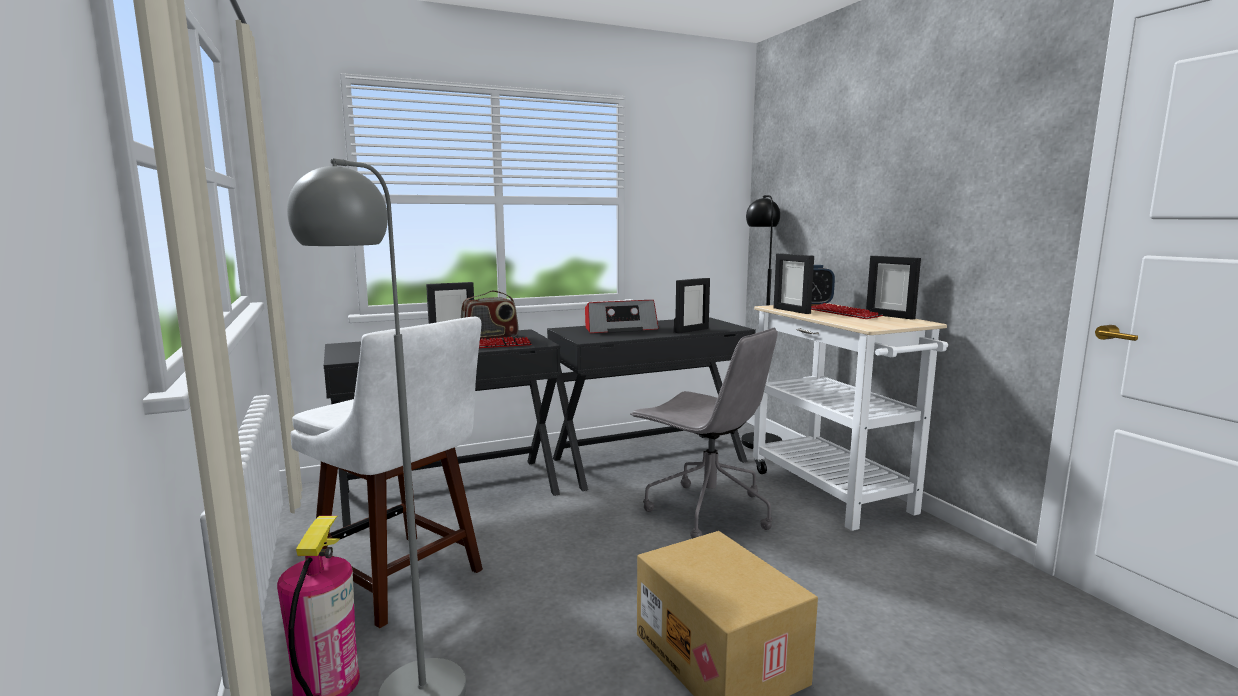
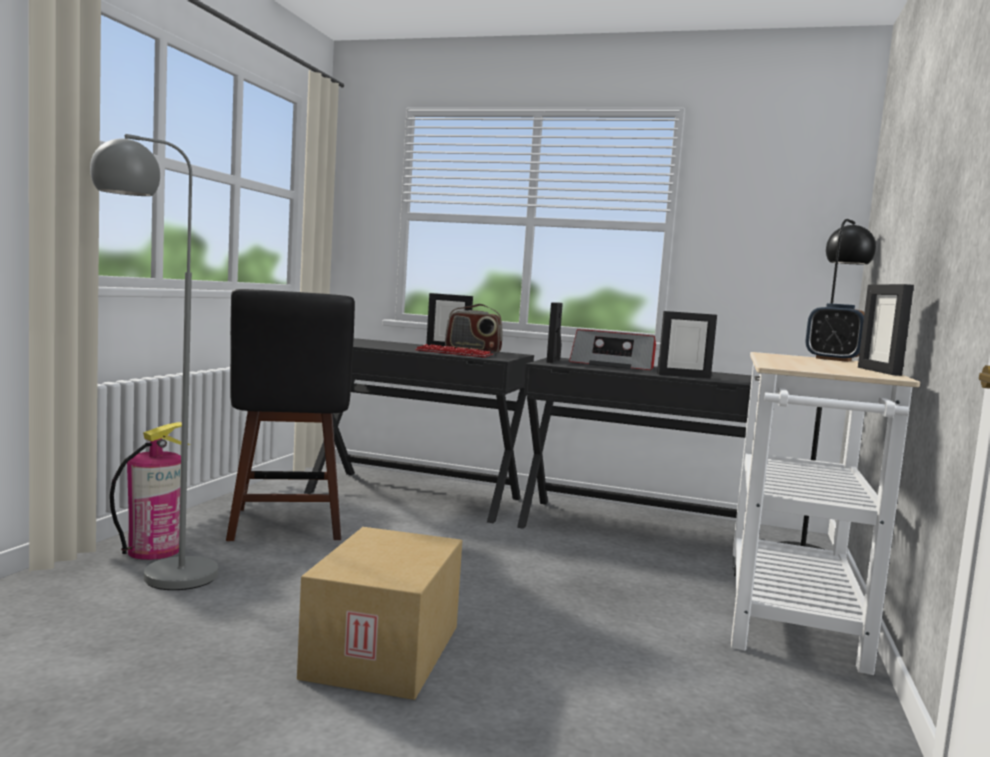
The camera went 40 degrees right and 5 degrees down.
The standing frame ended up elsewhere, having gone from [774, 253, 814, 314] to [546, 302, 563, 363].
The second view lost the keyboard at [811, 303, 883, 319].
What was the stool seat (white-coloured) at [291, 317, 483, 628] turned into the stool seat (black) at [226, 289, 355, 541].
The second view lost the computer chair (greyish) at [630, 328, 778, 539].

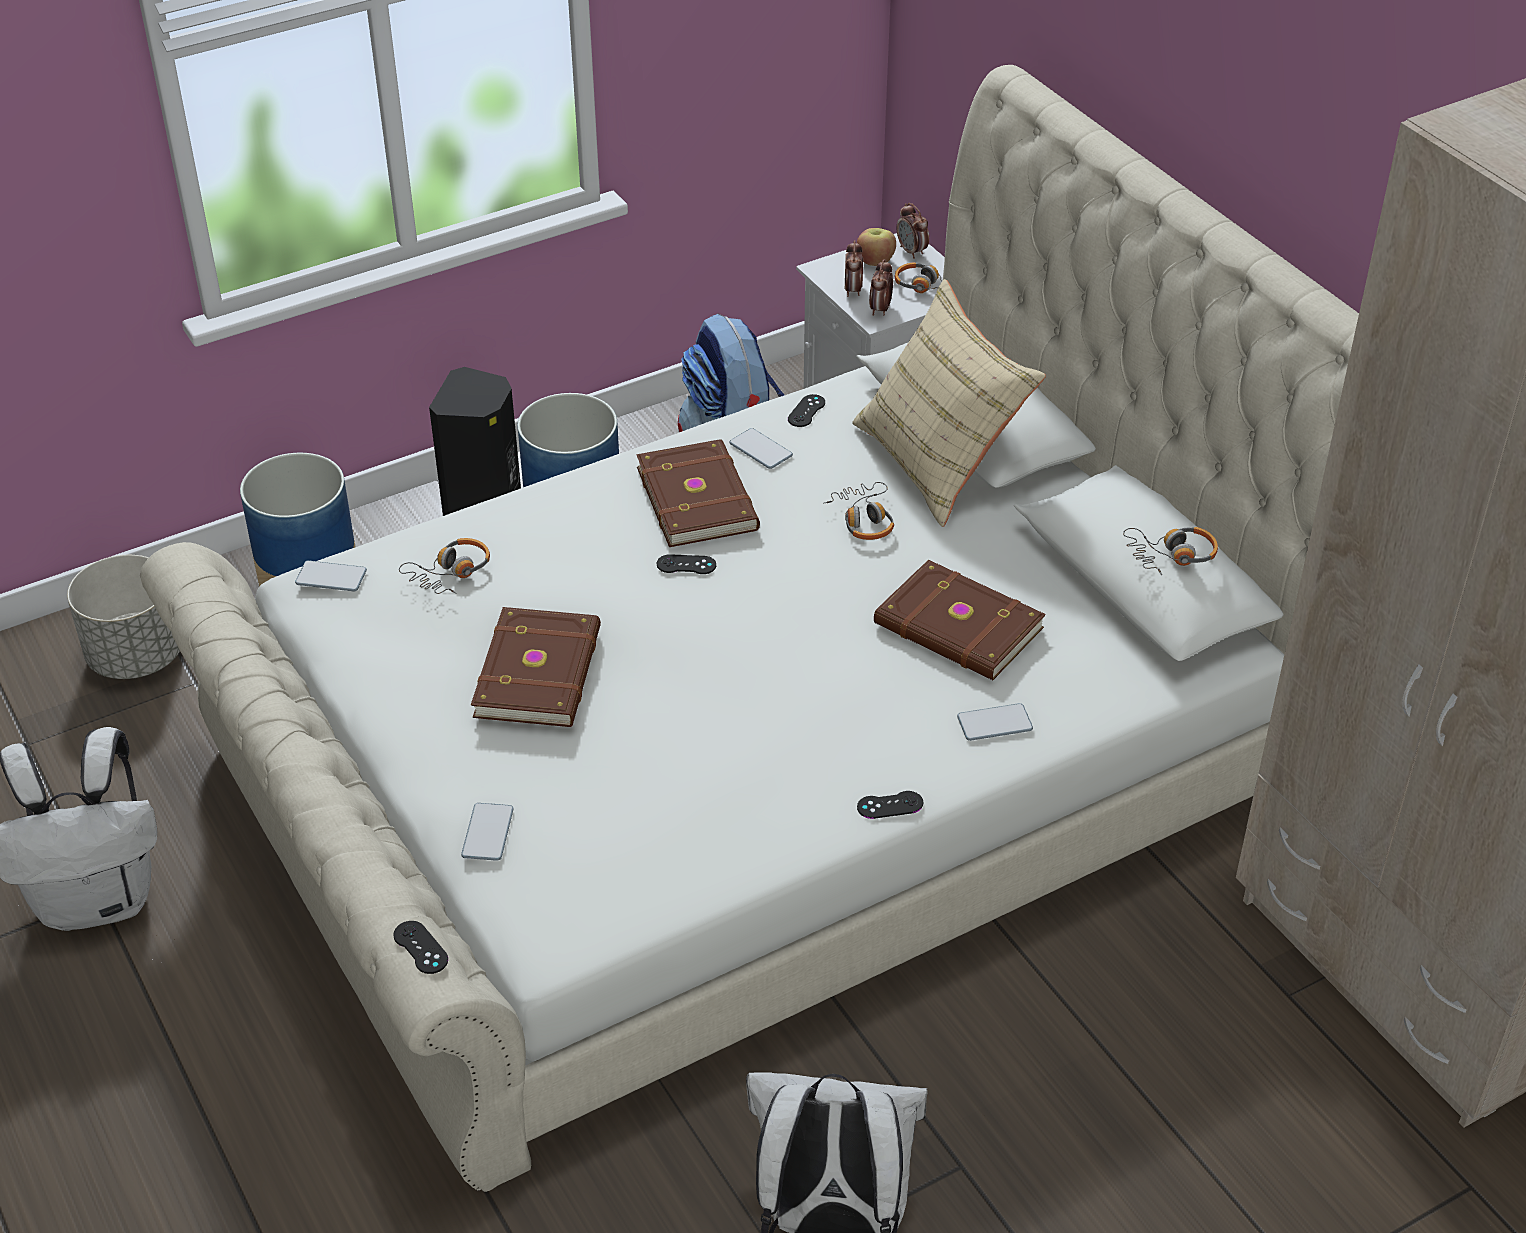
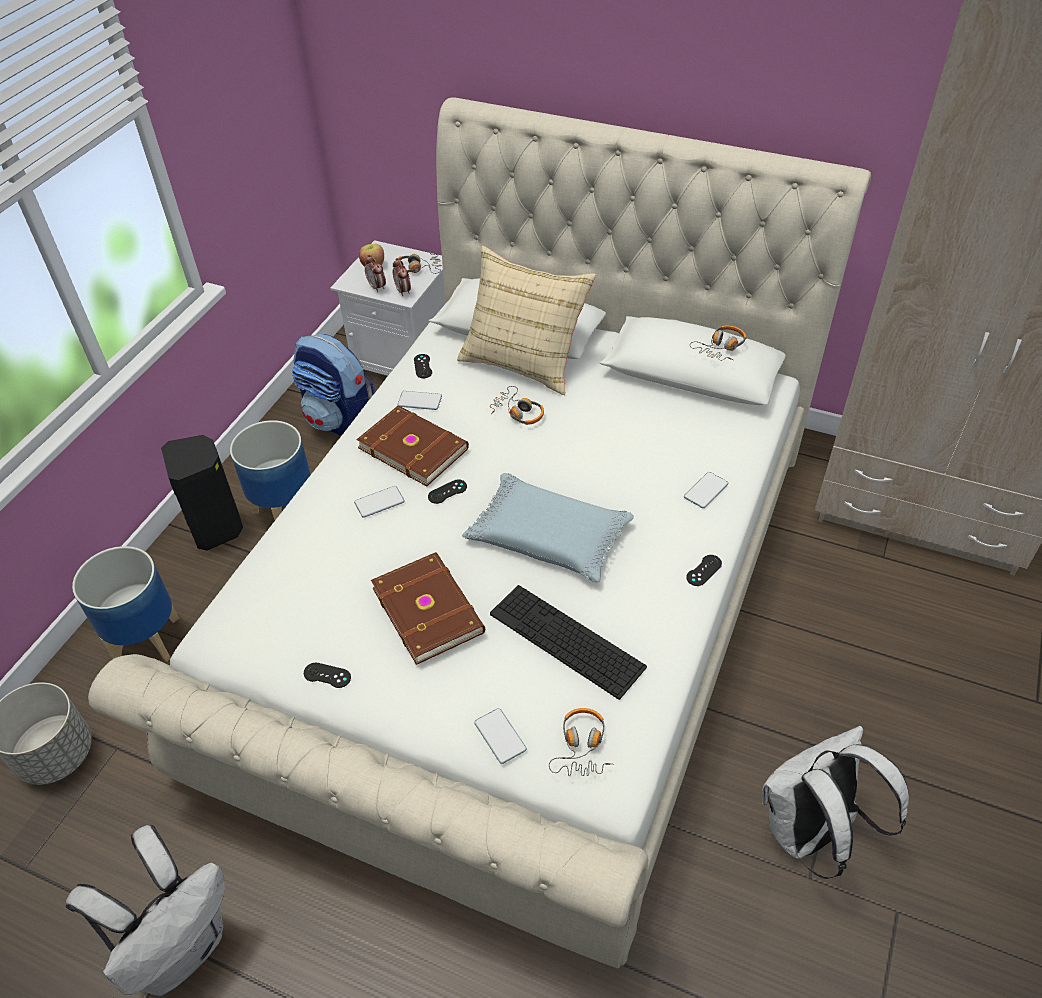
The camera went 35 degrees left and 5 degrees up.
The second view lost the alarm clock at [897, 203, 929, 259].
The headset ended up elsewhere, having gone from [399, 538, 490, 594] to [549, 708, 613, 776].
The phone ended up elsewhere, having gone from [295, 560, 367, 591] to [354, 486, 405, 518].
The second view lost the book (brown-coloured) at [874, 560, 1045, 680].
The game controller (black) ended up elsewhere, having gone from [393, 921, 448, 974] to [304, 662, 351, 688].
The second view gained the cushion (blue-coloured) at [462, 473, 634, 582].
The second view gained the keyboard at [490, 585, 647, 700].

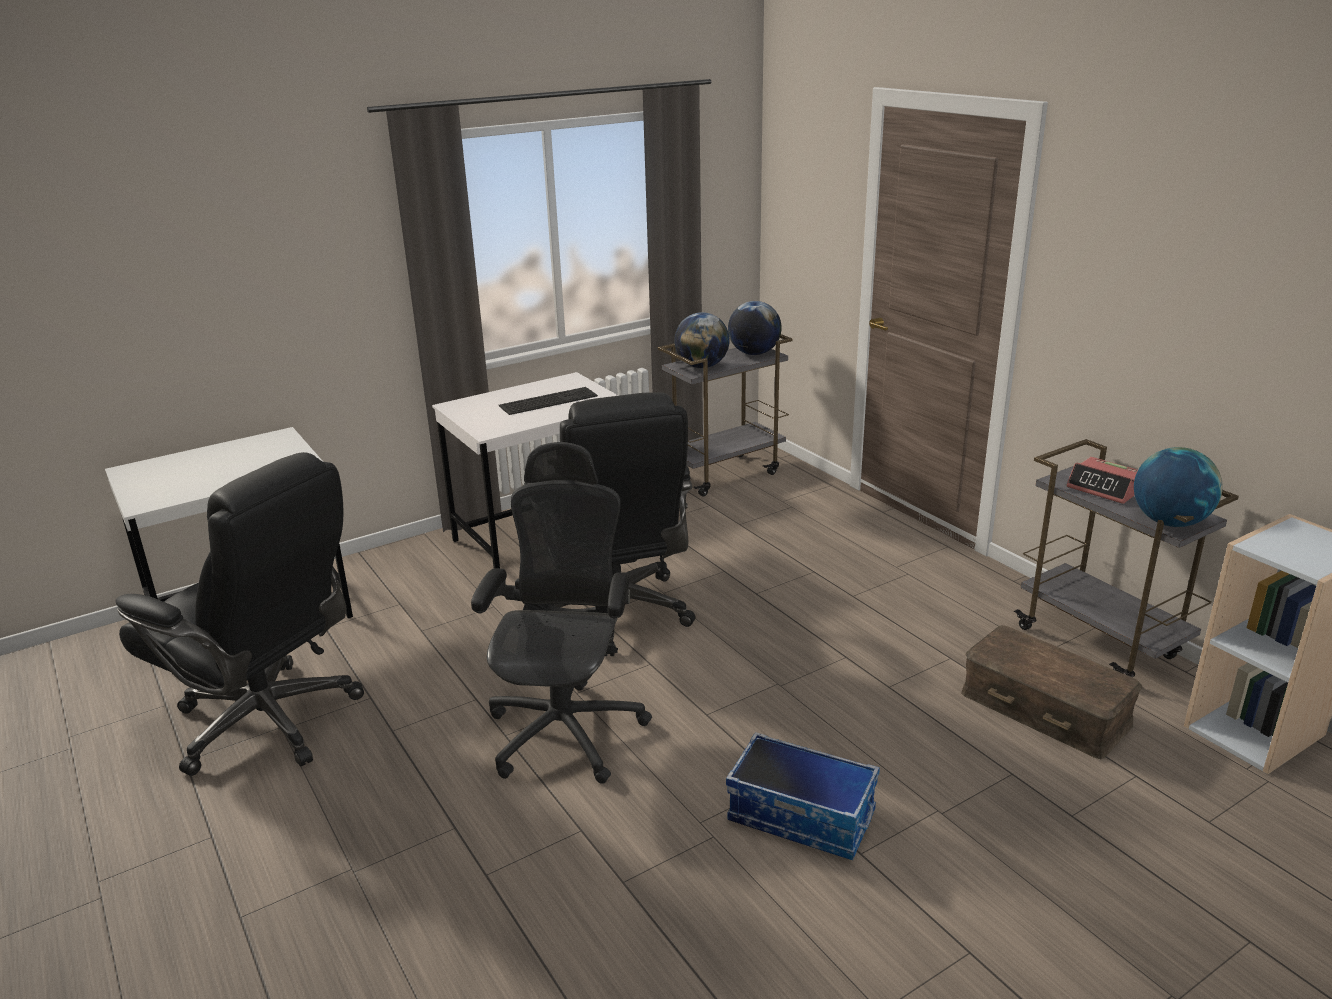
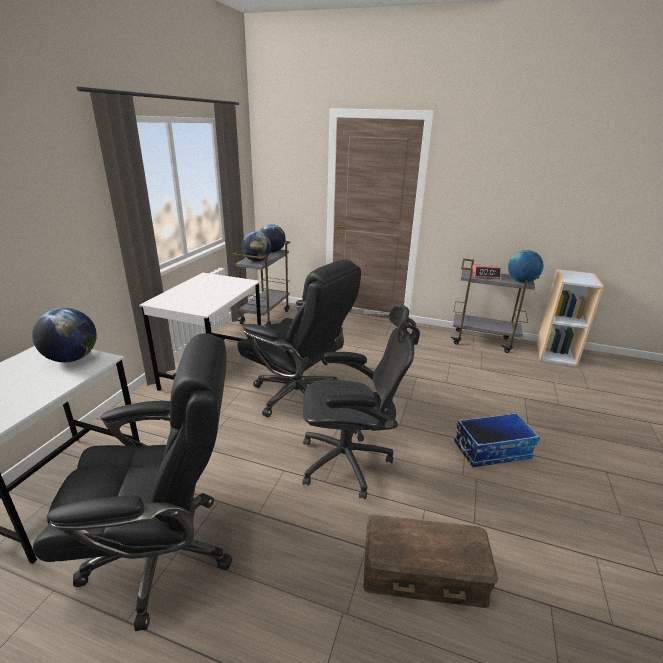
The camera went 40 degrees left and 0 degrees up.
The second view lost the keyboard at [499, 387, 598, 415].
The computer chair at [471, 442, 652, 784] ended up facing another way, 120 degrees clockwise from before.
The storage bin (brown-coloured) ended up elsewhere, having gone from [961, 625, 1142, 759] to [363, 515, 498, 608].
The second view gained the world globe at [32, 308, 97, 362].

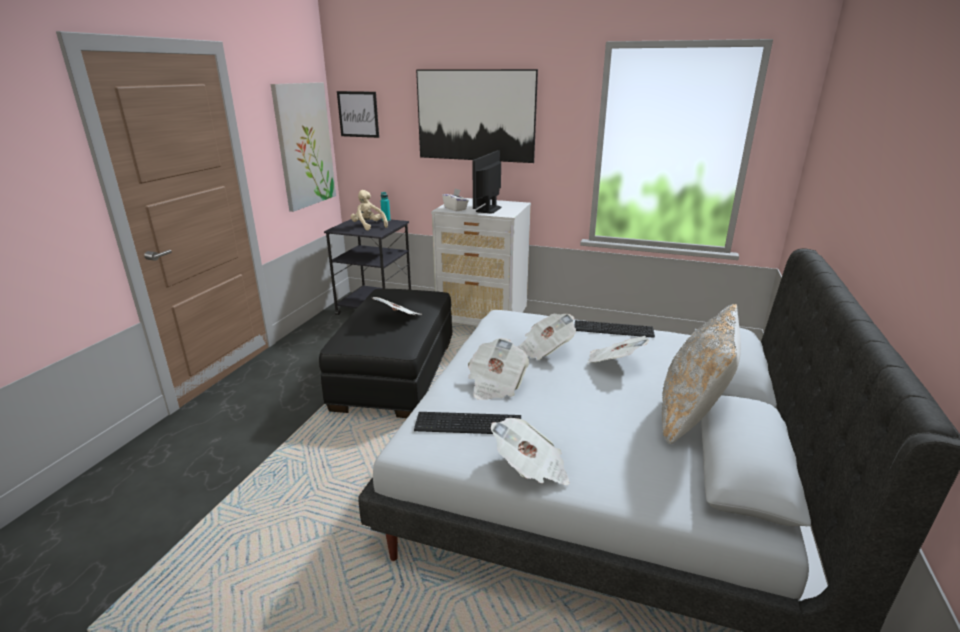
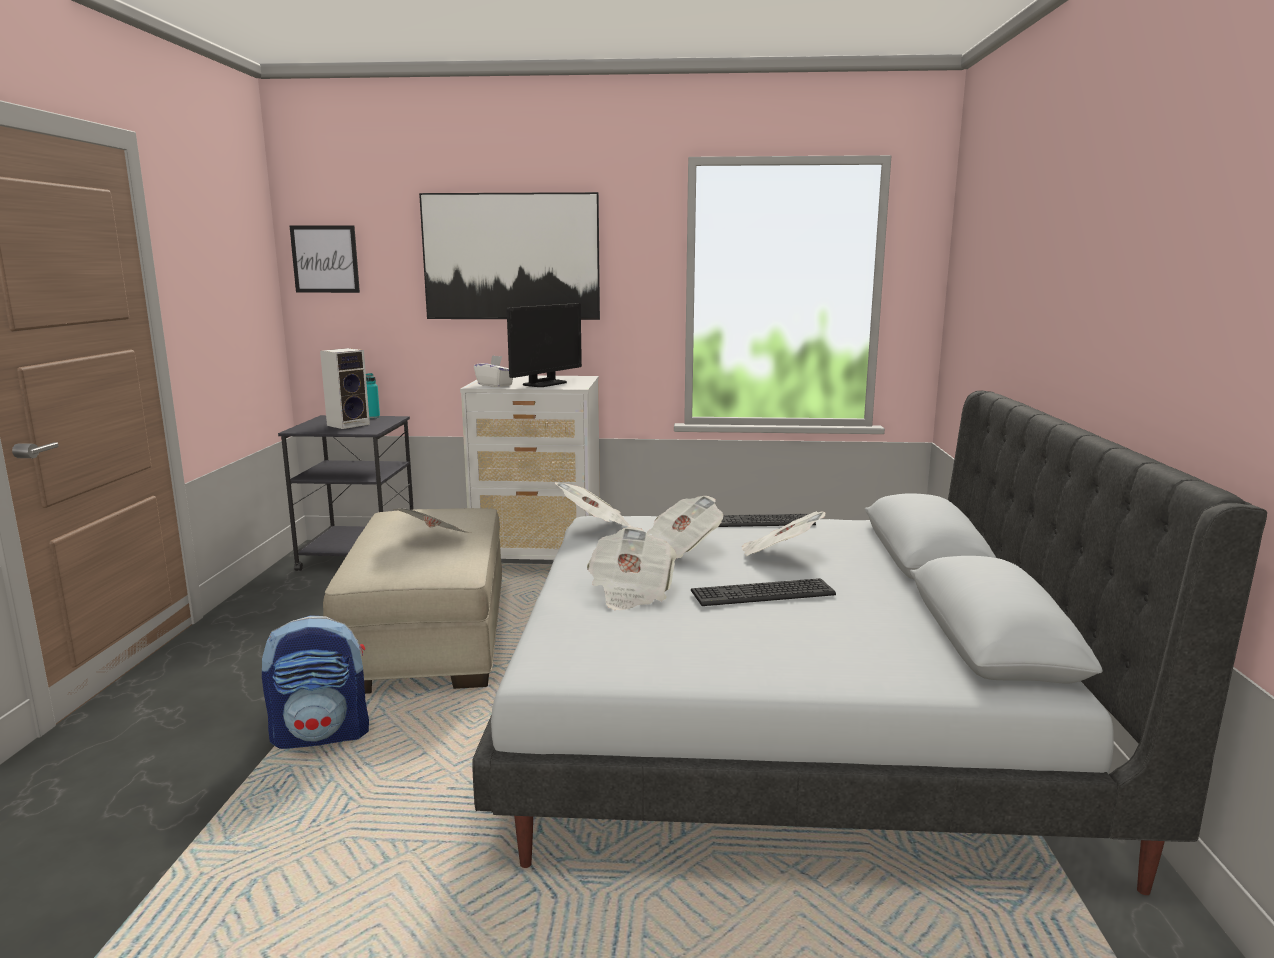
The camera went 15 degrees left and 10 degrees down.
The second view lost the wall picture at [271, 82, 336, 212].
The computer display at [473, 150, 501, 213] ended up facing another way, 150 degrees counterclockwise from before.
Where the cuddly toy (beige-coloured) stood at [351, 190, 388, 231], the loudspeaker came to stand at [320, 348, 370, 429].
What was the footrest (black) at [319, 289, 452, 418] turned into the footrest (beige-coloured) at [323, 508, 502, 694].
The second view lost the cushion (white-coloured) at [661, 303, 741, 444].
The keyboard ended up elsewhere, having gone from [414, 412, 521, 434] to [691, 578, 836, 606].
The newspaper ended up elsewhere, having gone from [491, 418, 570, 485] to [555, 482, 632, 527].
The second view gained the knapsack at [262, 615, 369, 749].

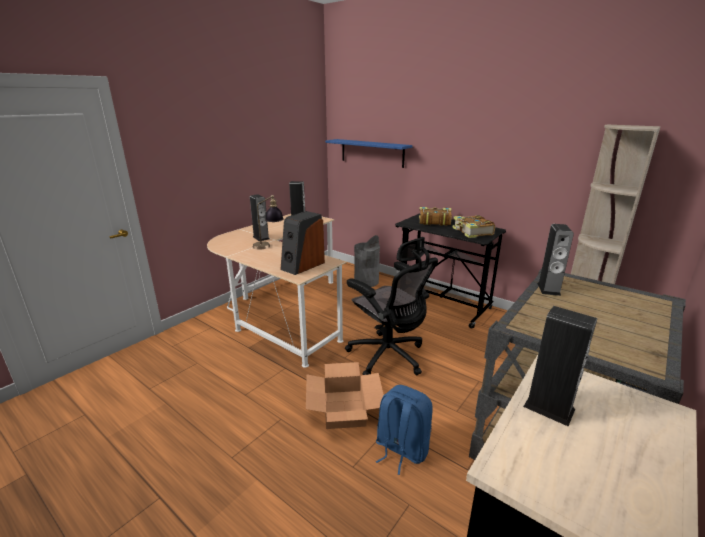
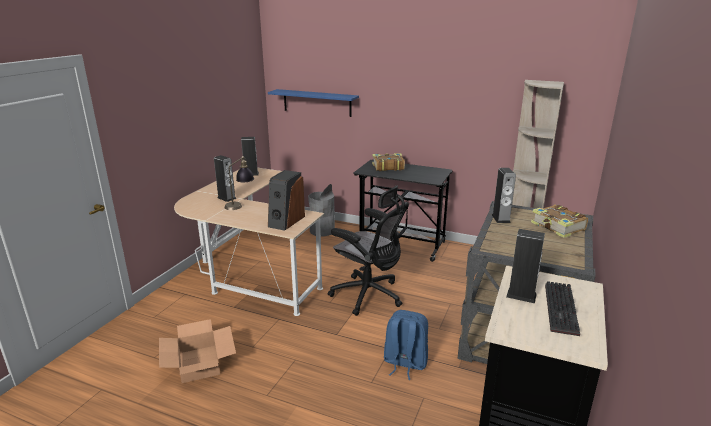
The camera went 15 degrees left and 0 degrees up.
The book ended up elsewhere, having gone from [452, 215, 495, 238] to [531, 204, 588, 238].
The packing box ended up elsewhere, having gone from [306, 362, 384, 429] to [159, 319, 236, 383].
The second view gained the keyboard at [545, 281, 580, 336].

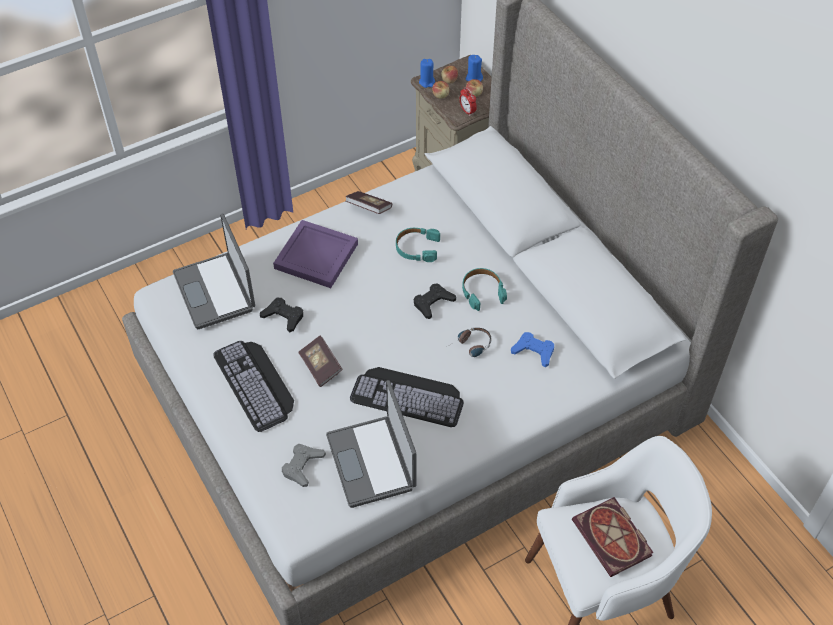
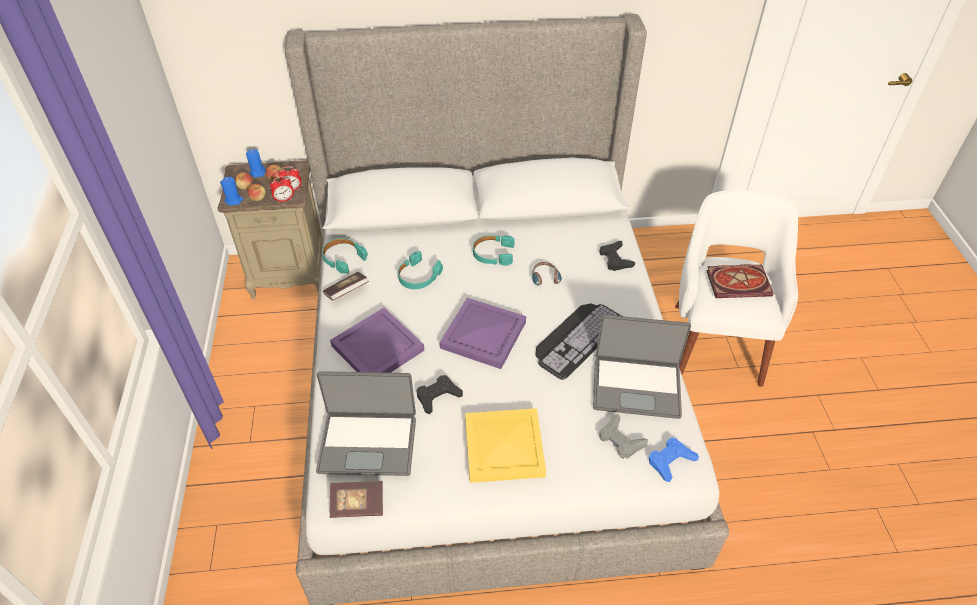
The camera went 65 degrees left and 5 degrees down.
The game controller (black) ended up elsewhere, having gone from [413, 283, 456, 319] to [599, 241, 635, 271].
The game controller (blue-coloured) ended up elsewhere, having gone from [511, 332, 554, 367] to [649, 438, 699, 482].
The book ended up elsewhere, having gone from [299, 335, 343, 387] to [330, 481, 383, 518].
Where the keyboard stood at [213, 341, 294, 432], the serving tray (yellow) came to stand at [465, 408, 546, 483].
The second view gained the alarm clock at [270, 176, 294, 202].
The second view gained the headset (turquoise-coloured) at [322, 238, 368, 274].
The second view gained the serving tray (purplish) at [440, 298, 526, 369].

